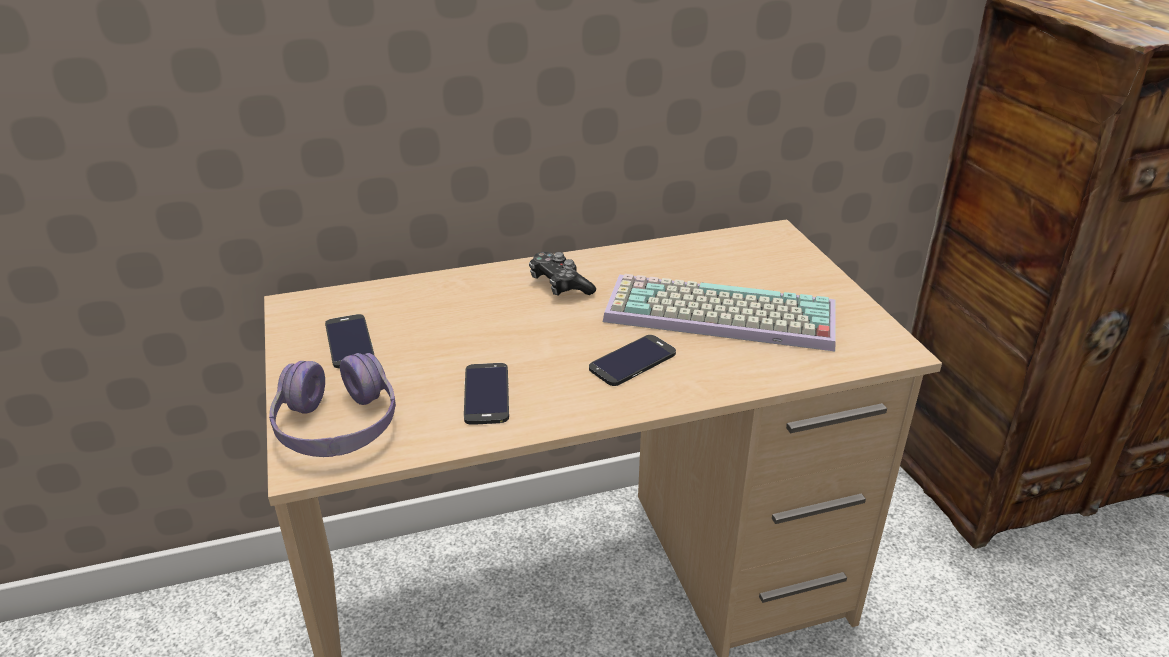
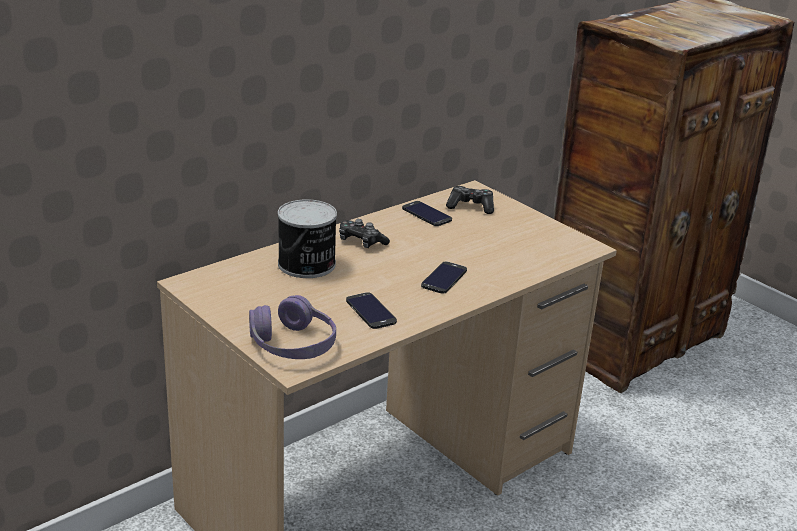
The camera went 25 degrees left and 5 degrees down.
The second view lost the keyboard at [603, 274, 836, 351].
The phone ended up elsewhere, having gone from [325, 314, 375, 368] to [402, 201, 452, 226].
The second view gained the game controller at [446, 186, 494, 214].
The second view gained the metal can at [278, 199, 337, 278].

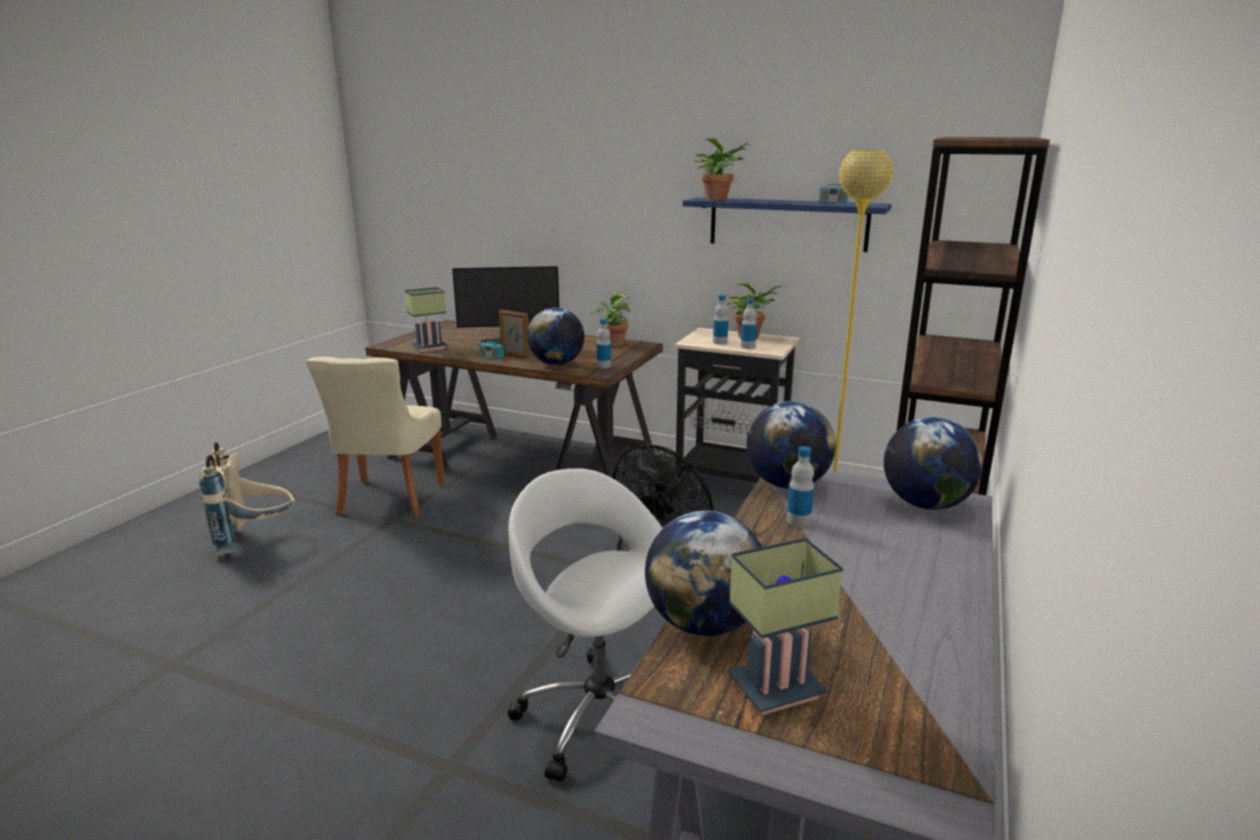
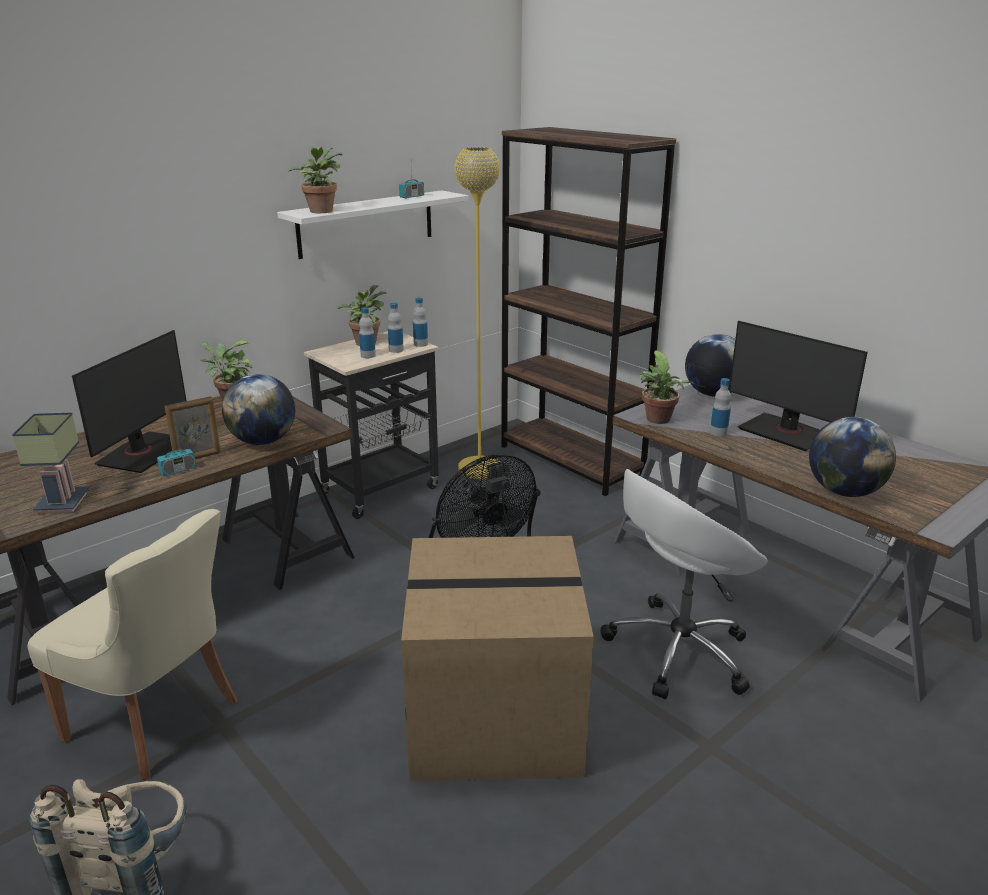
The camera went 65 degrees left and 5 degrees up.
What was the shelf (blue-coloured) at [683, 197, 891, 252] turned into the shelf (white-coloured) at [277, 190, 468, 259].
The bottle ended up elsewhere, having gone from [597, 319, 611, 368] to [413, 297, 428, 347].
Where the world globe stood at [746, 401, 836, 489], the potted plant came to stand at [640, 350, 695, 424].
The second view lost the table lamp at [728, 538, 843, 715].
The second view gained the computer display at [729, 321, 868, 451].
The second view gained the packing box at [401, 536, 594, 781].

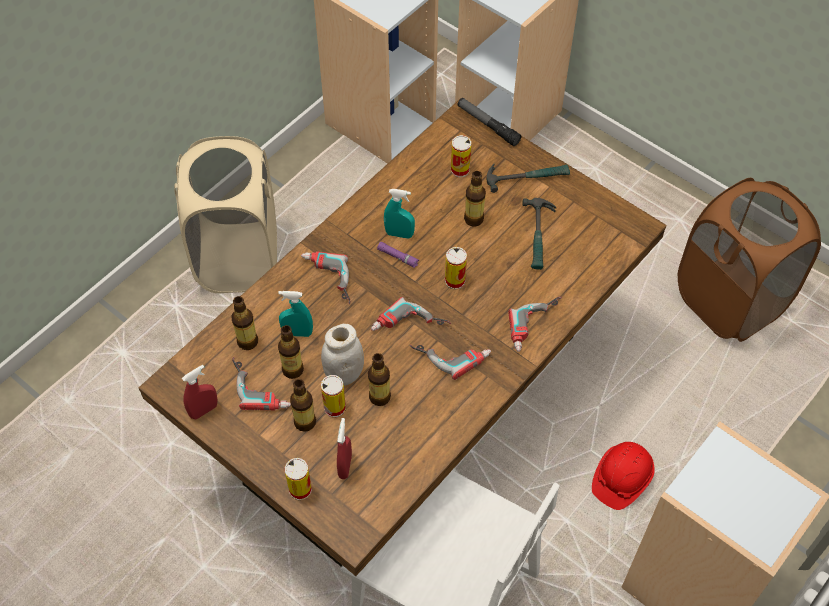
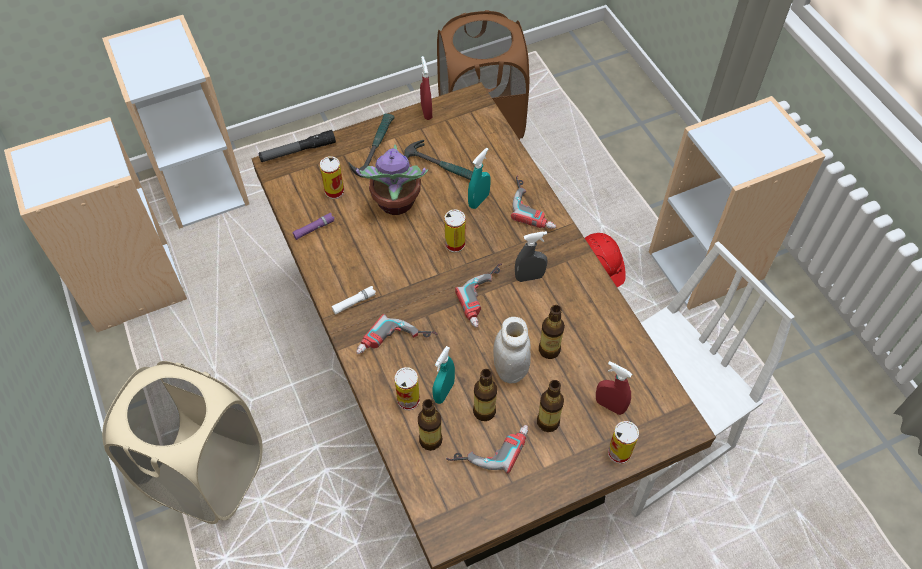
The camera went 65 degrees left and 0 degrees up.
Where the bottle stood at [464, 171, 486, 226], the potted plant came to stand at [356, 145, 428, 215].
The sprayer (turquoise-coloured) ended up elsewhere, having gone from [384, 189, 415, 239] to [468, 148, 491, 209].
The hand torch (purplish) ended up elsewhere, having gone from [377, 242, 419, 268] to [293, 213, 334, 240].
Where the drill stood at [410, 345, 491, 380], the sprayer (greyish) came to stand at [515, 231, 547, 282].
The sprayer (red) ended up elsewhere, having gone from [182, 365, 218, 419] to [420, 56, 432, 120].
The metal can ended up elsewhere, having gone from [321, 375, 346, 417] to [395, 367, 420, 410].
The second view gained the hand torch (white-coloured) at [331, 286, 376, 315].

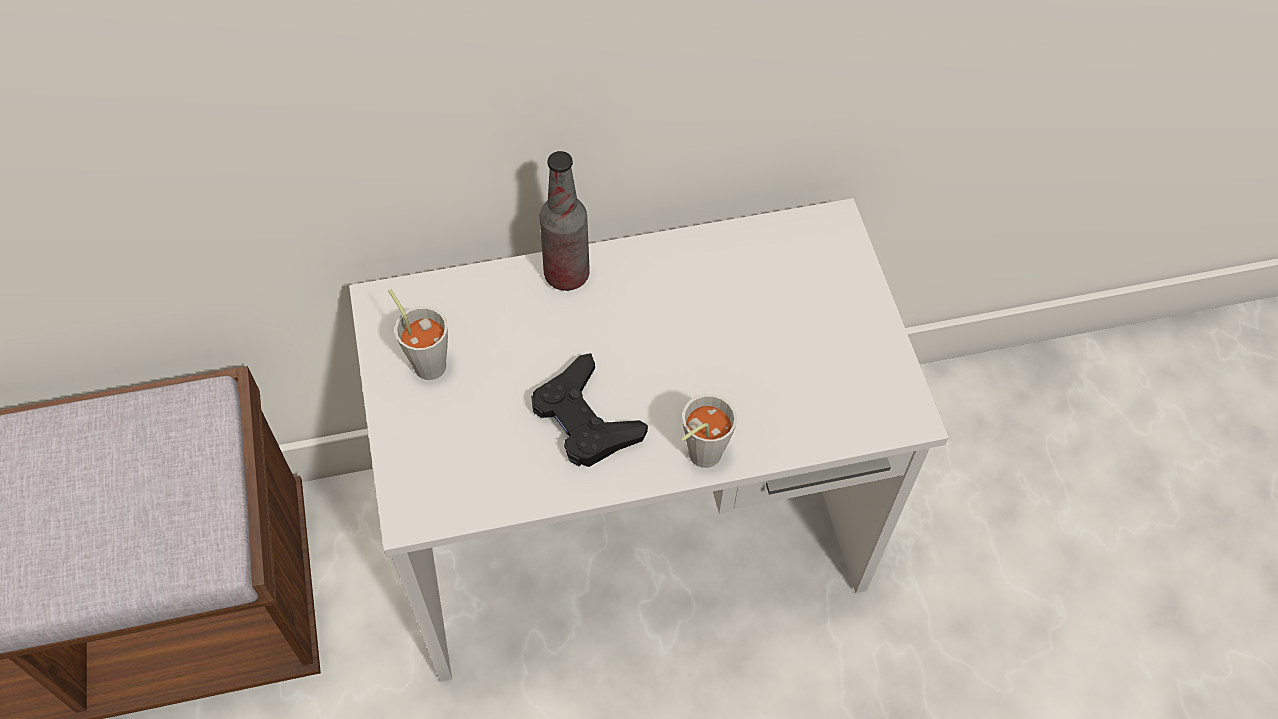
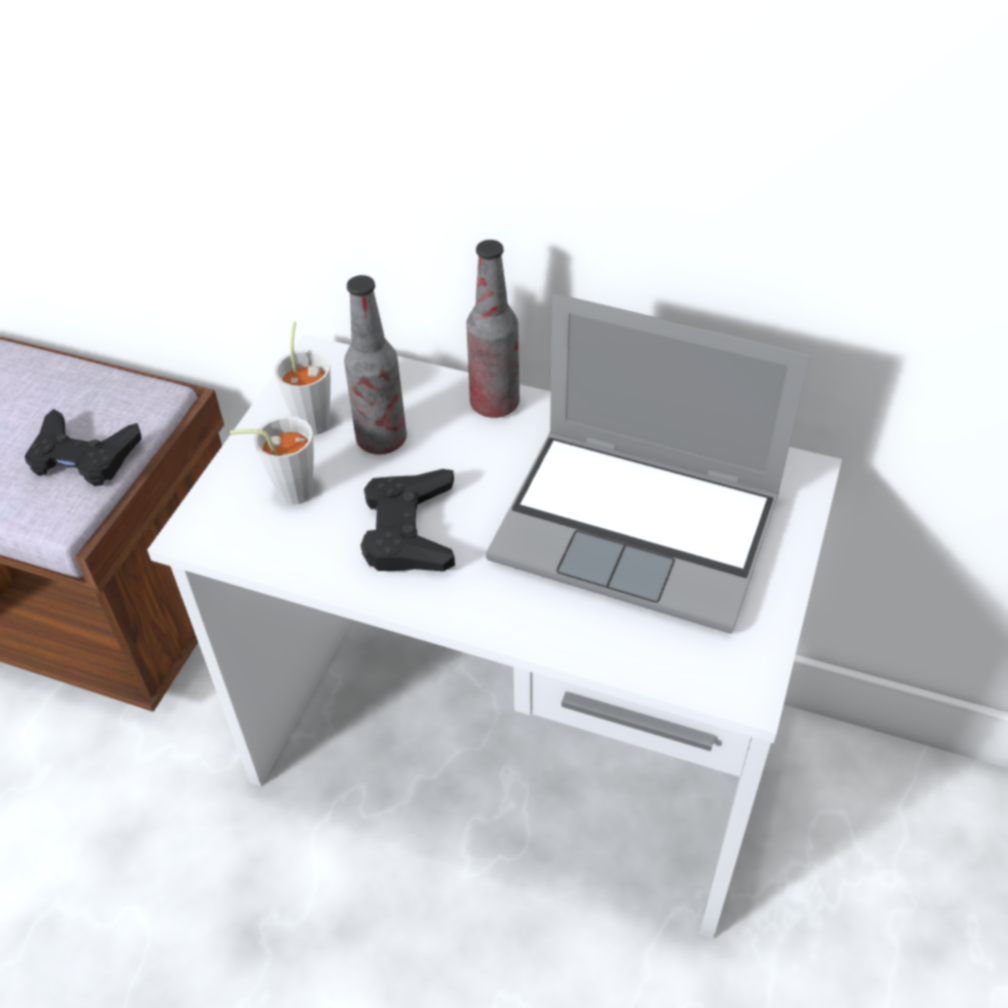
The camera went 35 degrees right and 10 degrees down.
The cup (greyish) ended up elsewhere, having gone from [682, 394, 737, 468] to [230, 416, 314, 505].
The second view gained the bottle at [344, 275, 407, 455].
The second view gained the notebook computer at [486, 294, 811, 634].
The second view gained the game controller (black) at [25, 409, 142, 486].

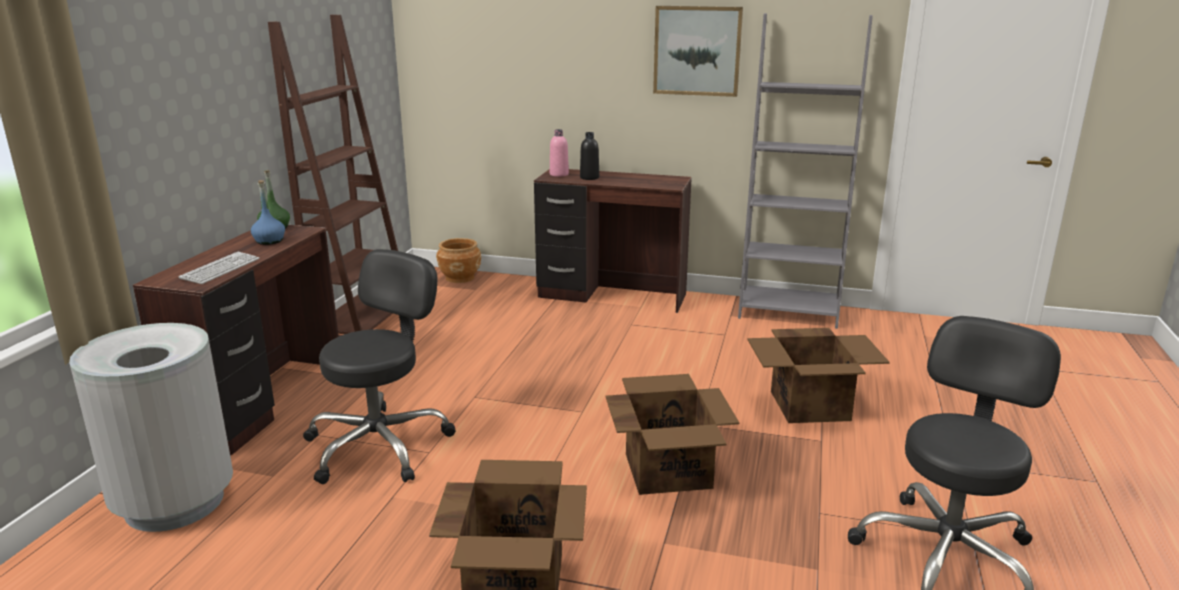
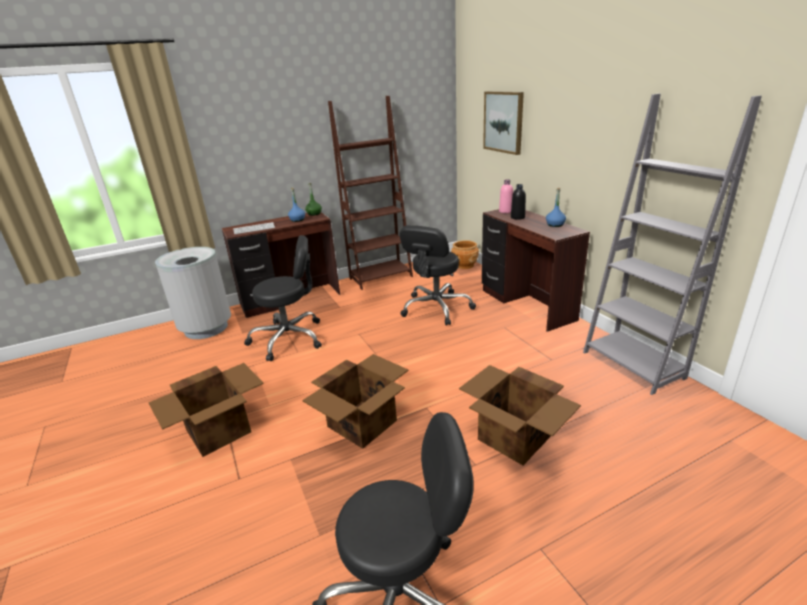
The camera went 50 degrees right and 5 degrees up.
The wall picture ended up elsewhere, having gone from [653, 6, 743, 97] to [483, 91, 524, 155].
The second view gained the bottle (blue-coloured) at [546, 188, 566, 227].
The second view gained the computer chair (black) at [400, 225, 476, 325].

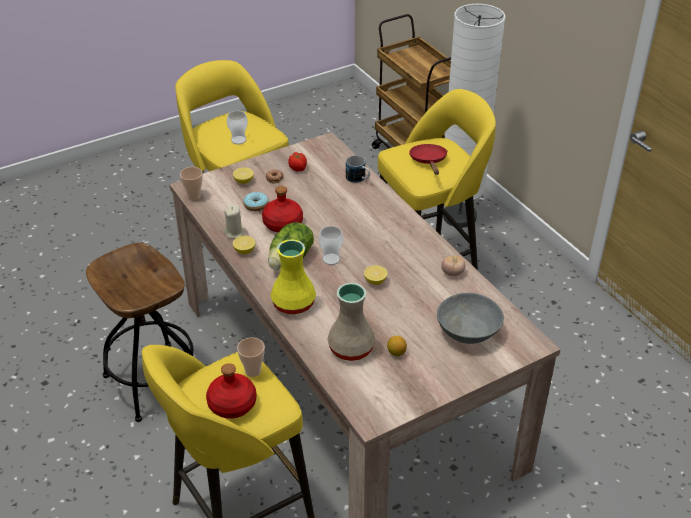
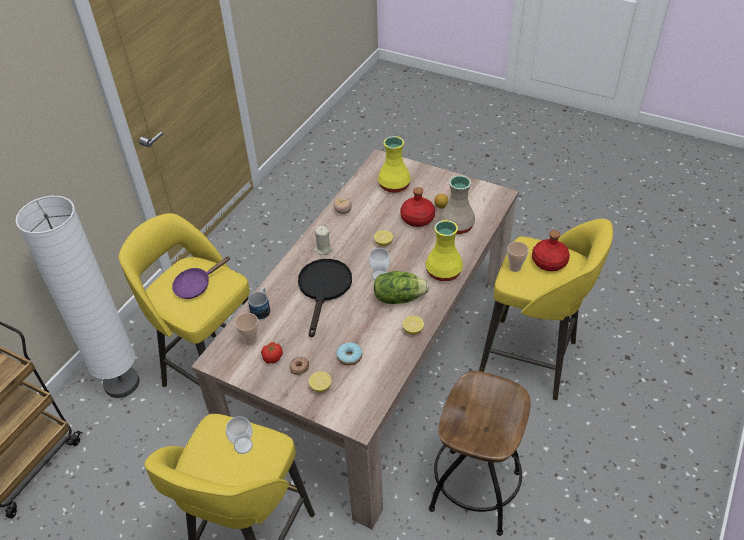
The camera went 120 degrees left and 5 degrees up.
What was the pan (red) at [409, 144, 447, 175] turned into the pan (purplish) at [172, 256, 230, 299].
The cup ended up elsewhere, having gone from [180, 167, 203, 200] to [235, 313, 258, 345].
The bottle (red) ended up elsewhere, having gone from [262, 186, 303, 232] to [400, 187, 435, 227].
The candle (beige-coloured) ended up elsewhere, having gone from [224, 205, 245, 239] to [314, 226, 333, 255].
Where the serving bowl (greyish) stood at [437, 293, 504, 344], the vase (yellow) came to stand at [378, 136, 411, 193].
The second view gained the pan (black) at [298, 259, 352, 338].

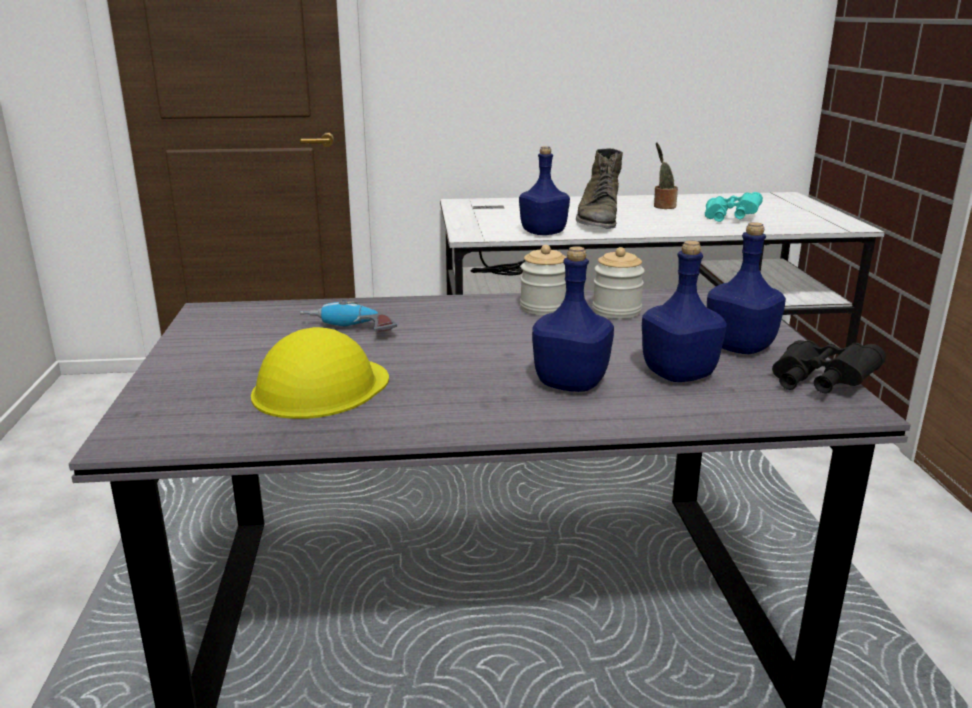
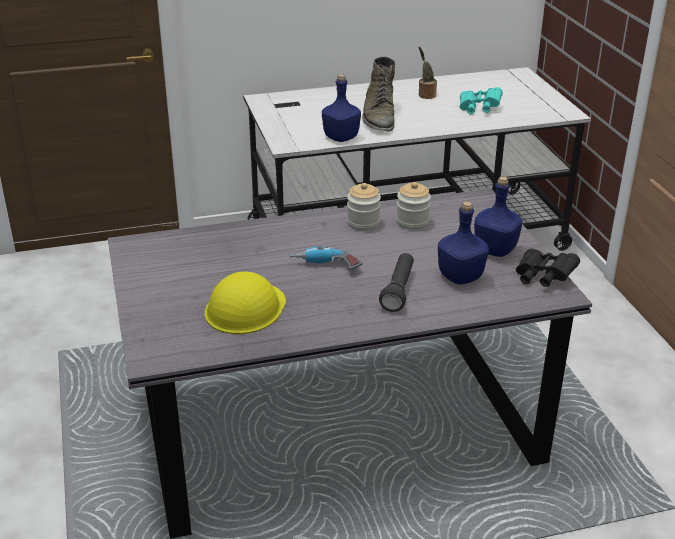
The camera went 10 degrees left and 10 degrees up.
Where the bottle (blue-coloured) stood at [532, 246, 614, 392], the hand torch (black) came to stand at [379, 253, 414, 312].
The drill ended up elsewhere, having gone from [300, 300, 397, 331] to [289, 246, 363, 270].

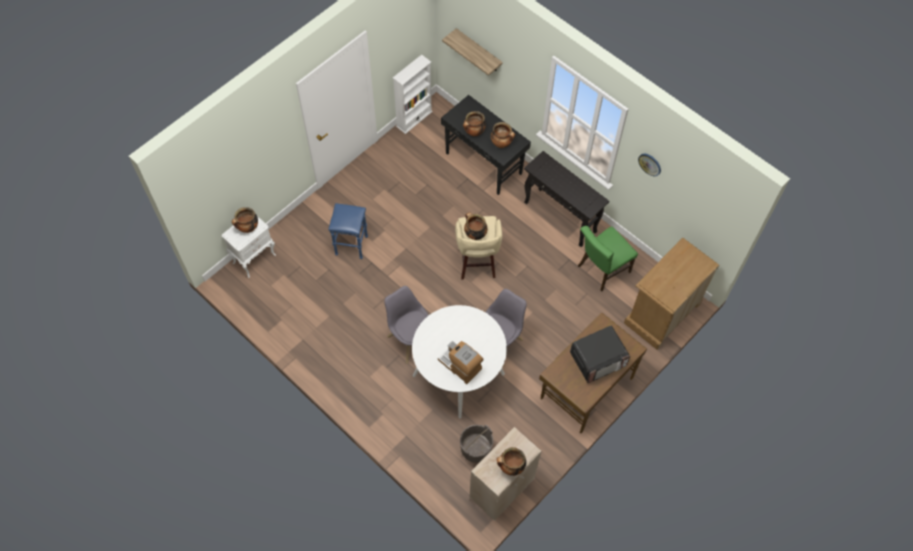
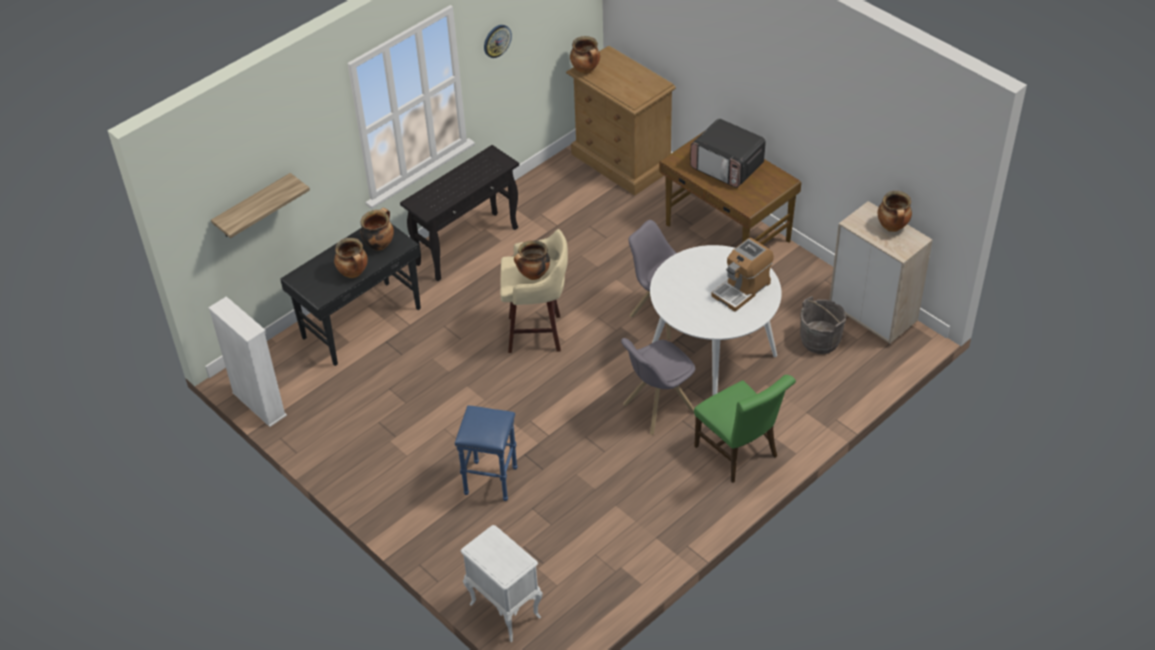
The camera went 85 degrees left and 15 degrees down.
The cooking pot ended up elsewhere, having gone from [231, 207, 258, 233] to [570, 36, 600, 74].
The chair (greenish) ended up elsewhere, having gone from [578, 226, 638, 291] to [694, 375, 796, 483].
The kitchen microwave at [570, 326, 630, 383] ended up facing another way, 150 degrees clockwise from before.

